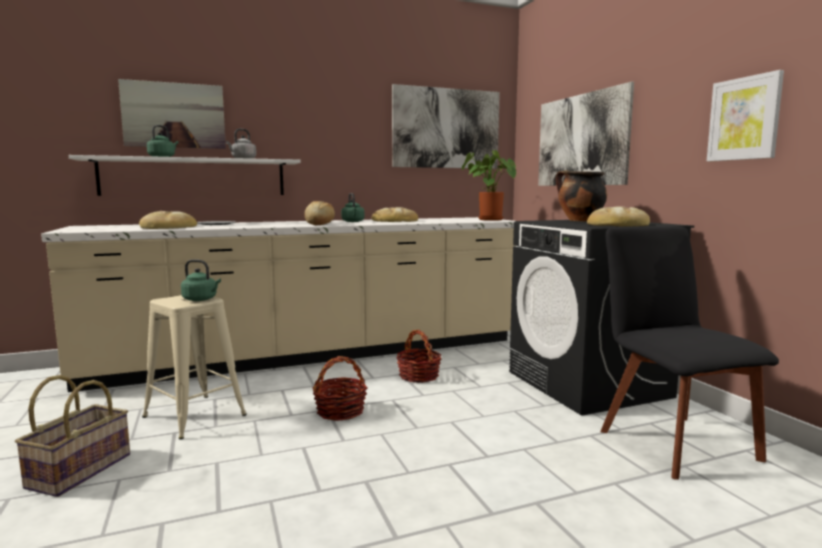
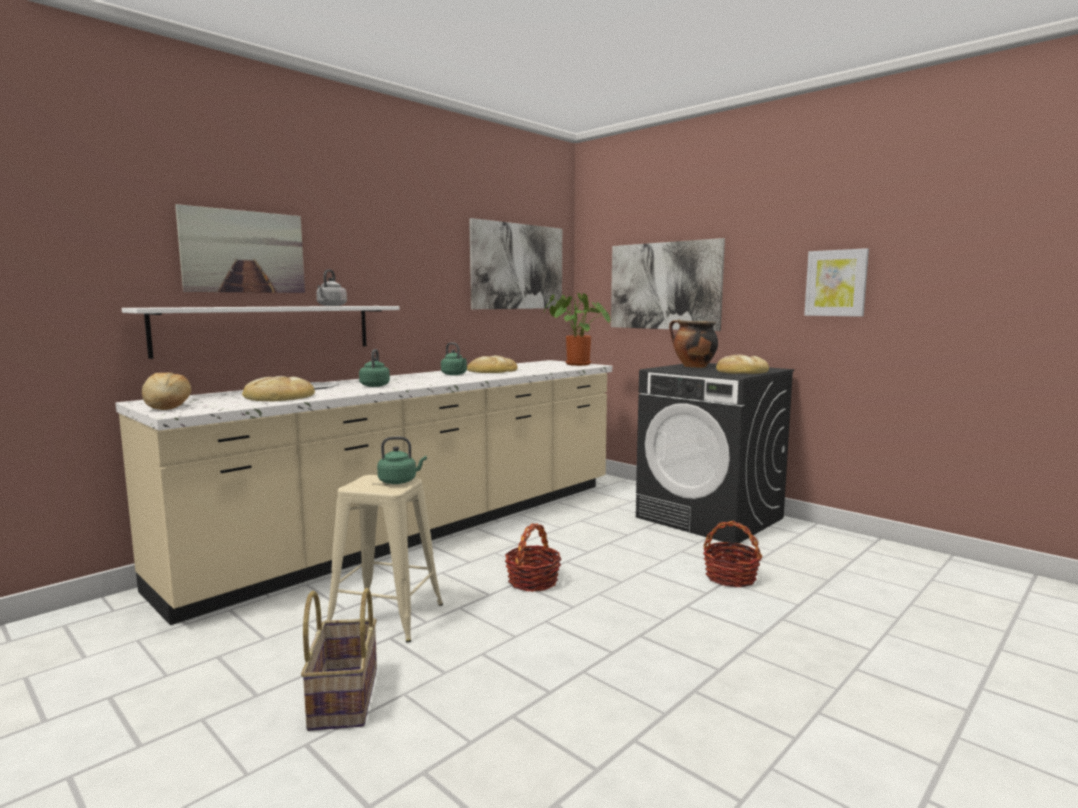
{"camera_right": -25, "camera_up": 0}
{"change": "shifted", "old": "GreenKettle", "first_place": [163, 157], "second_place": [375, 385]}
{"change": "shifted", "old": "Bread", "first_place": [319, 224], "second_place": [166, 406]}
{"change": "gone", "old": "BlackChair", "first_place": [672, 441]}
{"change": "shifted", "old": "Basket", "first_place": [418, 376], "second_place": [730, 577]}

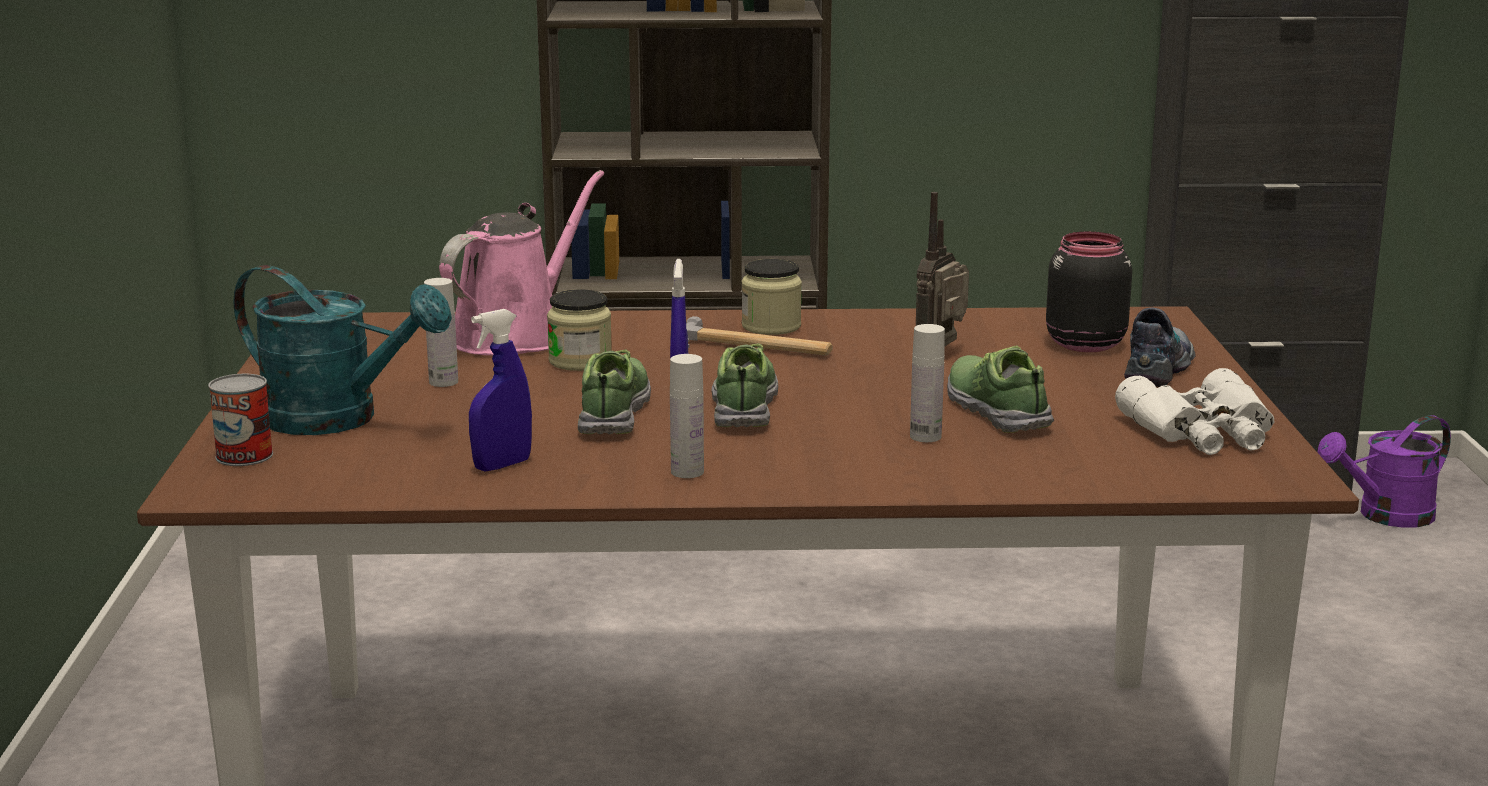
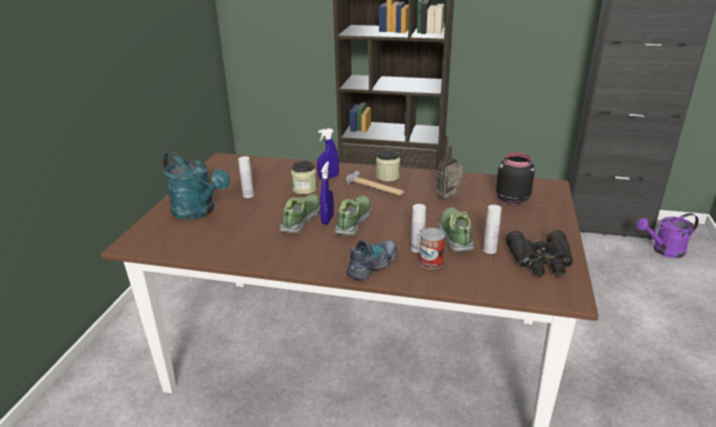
{"camera_right": 15, "camera_up": 10}
{"change": "gone", "old": "PinkWateringCan", "first_place": [515, 336]}
{"change": "shifted", "old": "Shoe", "first_place": [1159, 368], "second_place": [373, 265]}
{"change": "shifted", "old": "BlueSprayBottle", "first_place": [502, 465], "second_place": [328, 178]}
{"change": "shifted", "old": "WhiteBottle", "first_place": [687, 472], "second_place": [489, 250]}
{"change": "repainted", "old": "WhiteBinoculars", "new": "BlackBinoculars", "first_place": [1203, 432], "second_place": [541, 261]}
{"change": "shifted", "old": "Can", "first_place": [244, 456], "second_place": [431, 262]}

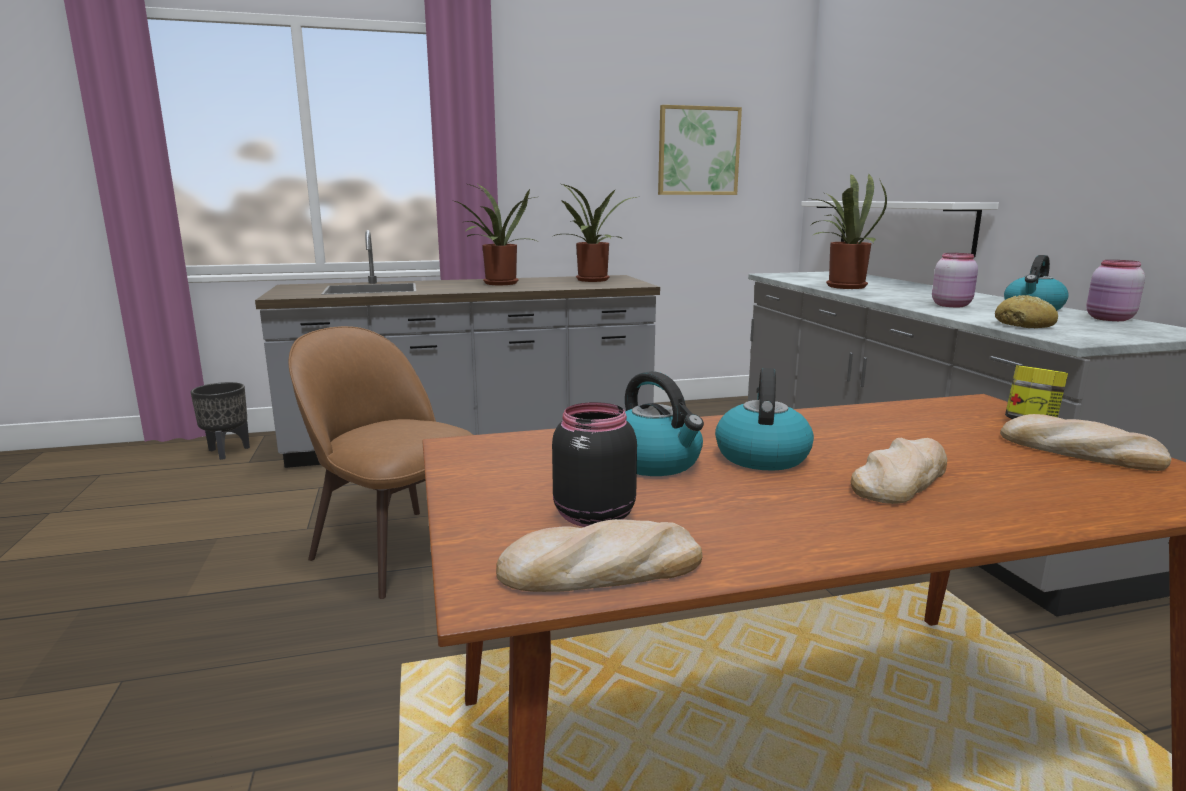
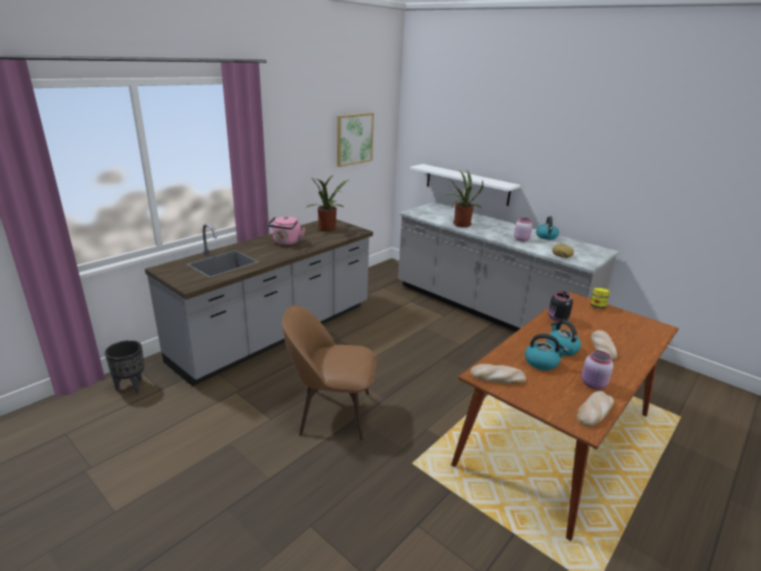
{"camera_right": -35, "camera_up": 10}
{"change": "swapped", "old": "PottedPlant", "new": "PinkKettle", "first_place": [498, 284], "second_place": [286, 242]}
{"change": "shifted", "old": "PinkJar", "first_place": [1109, 319], "second_place": [593, 384]}
{"change": "shifted", "old": "BlackJar", "first_place": [591, 517], "second_place": [557, 319]}
{"change": "shifted", "old": "Bread", "first_place": [1079, 451], "second_place": [497, 377]}

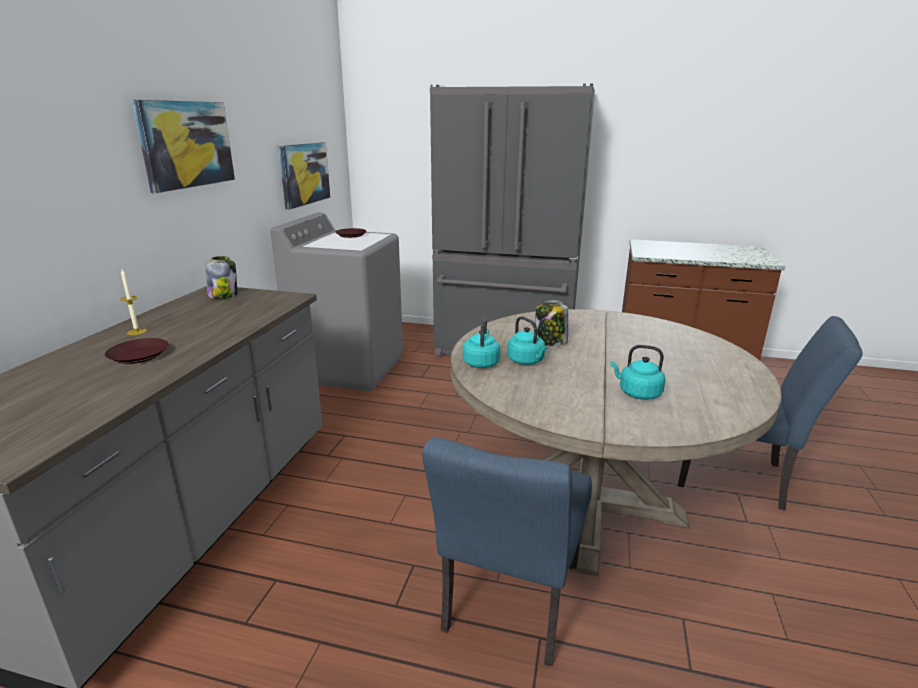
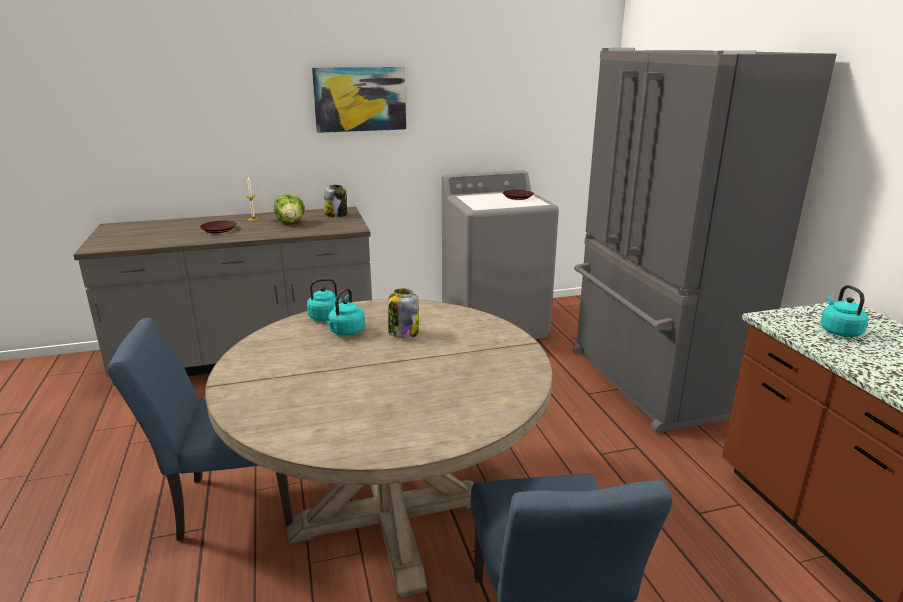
{"camera_right": 60, "camera_up": 0}
{"change": "gone", "old": "Picture", "first_place": [304, 174]}
{"change": "shifted", "old": "TurquoiseKettle", "first_place": [637, 393], "second_place": [839, 331]}
{"change": "new", "new": "Lettuce", "second_place": [290, 222]}

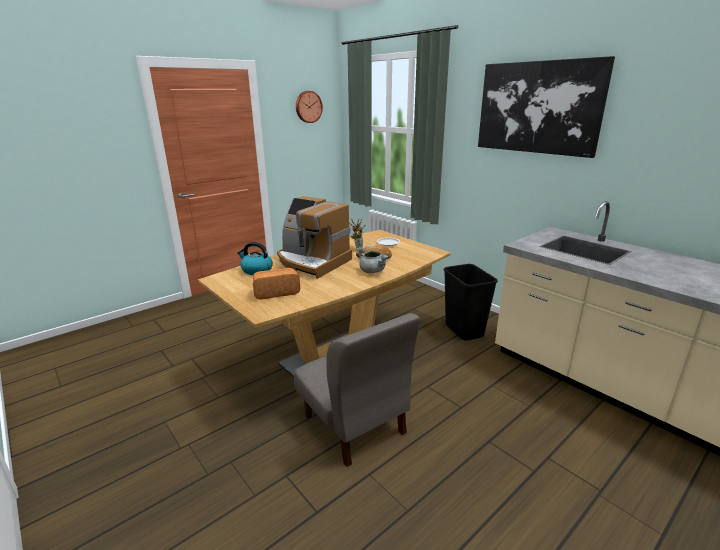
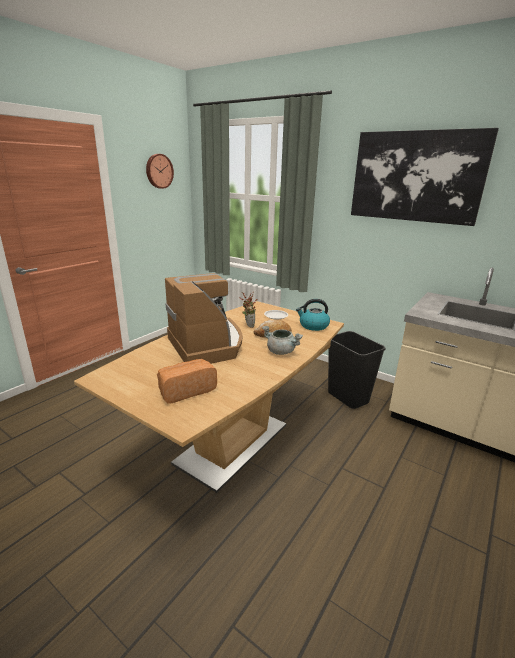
{"camera_right": -15, "camera_up": 0}
{"change": "rotated", "old": "CoffeeMachine", "first_place": [312, 262], "second_place": [207, 345], "degrees": -135}
{"change": "shifted", "old": "Kettle", "first_place": [256, 270], "second_place": [313, 326]}
{"change": "gone", "old": "GreyChair", "first_place": [354, 425]}

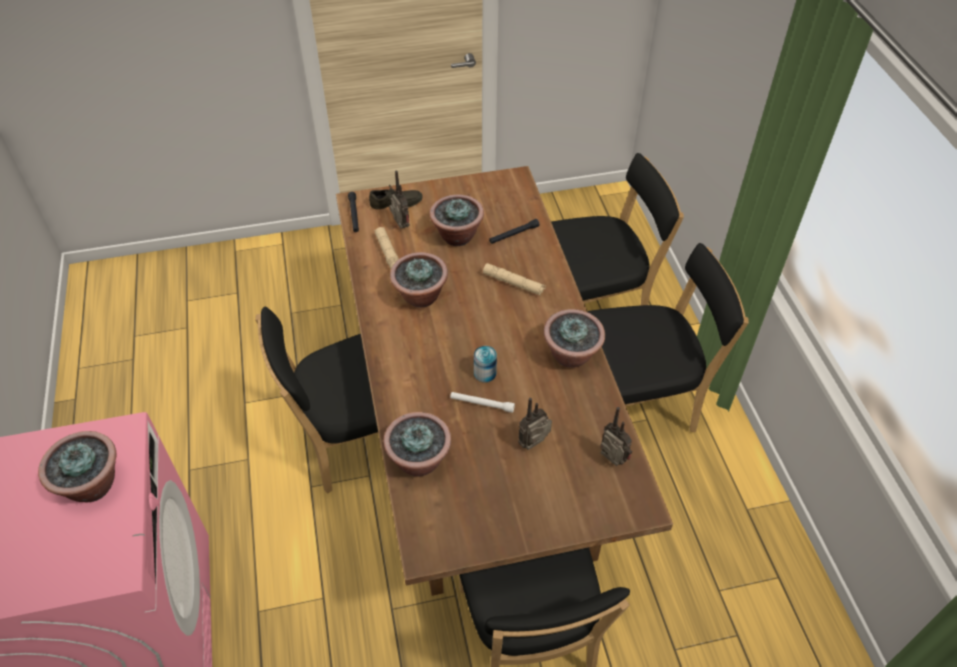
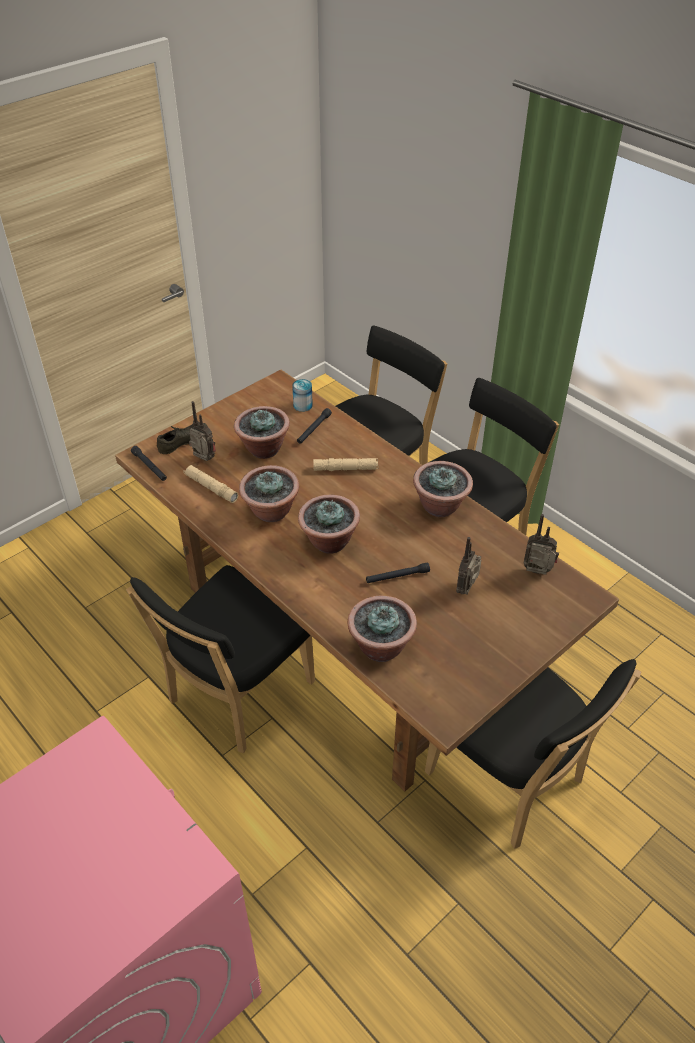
{"camera_right": -30, "camera_up": -5}
{"change": "shifted", "old": "Can", "first_place": [485, 373], "second_place": [303, 405]}
{"change": "repainted", "old": "WhiteFlashlight", "new": "BlackFlashlight", "first_place": [482, 404], "second_place": [397, 576]}
{"change": "shifted", "old": "PottedPlant", "first_place": [92, 485], "second_place": [329, 542]}

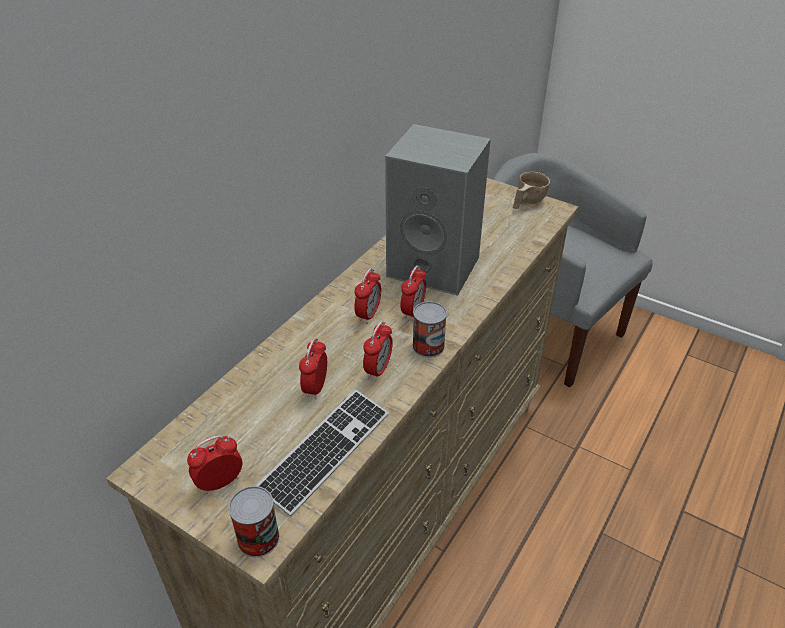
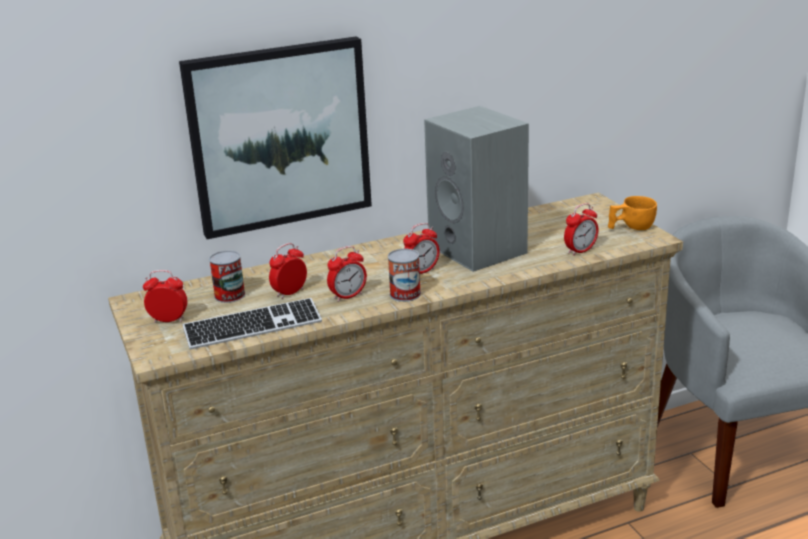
{"camera_right": 35, "camera_up": -15}
{"change": "repainted", "old": "BeigeCup", "new": "OrangeCup", "first_place": [527, 202], "second_place": [631, 227]}
{"change": "shifted", "old": "AlarmClock", "first_place": [368, 314], "second_place": [580, 251]}
{"change": "shifted", "old": "Can", "first_place": [258, 538], "second_place": [229, 295]}
{"change": "new", "new": "Picture", "second_place": [279, 136]}

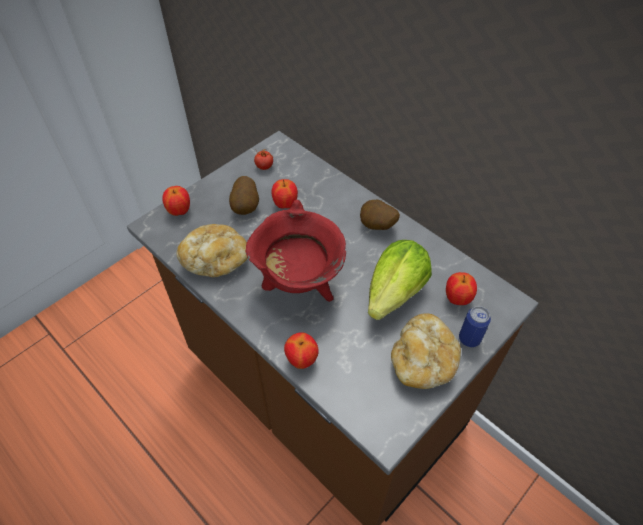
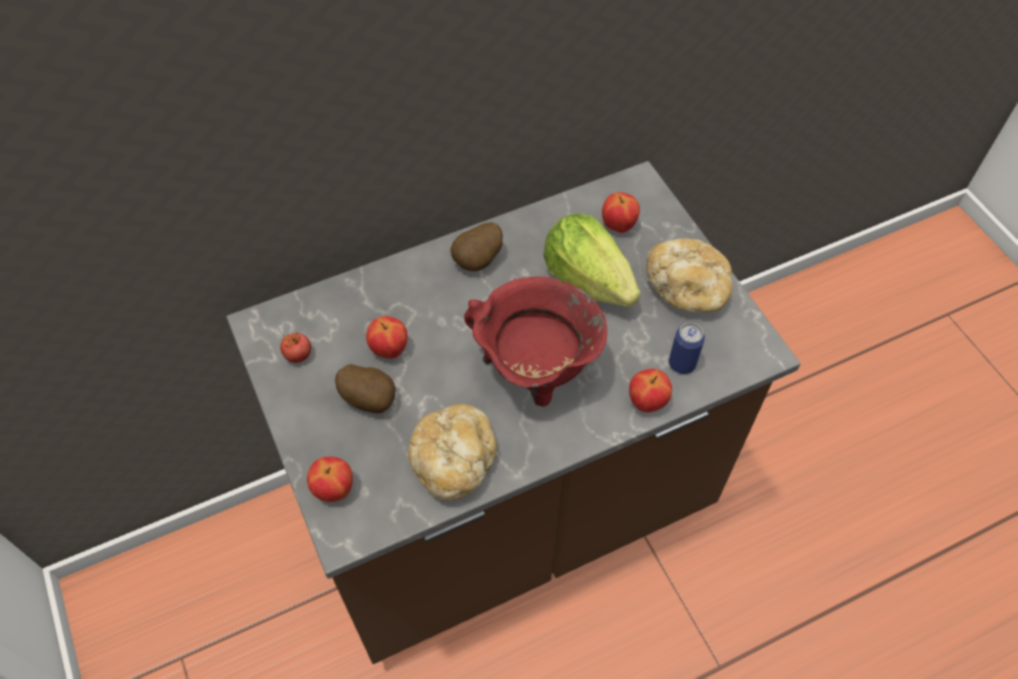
{"camera_right": -70, "camera_up": 5}
{"change": "shifted", "old": "Can", "first_place": [469, 338], "second_place": [682, 364]}

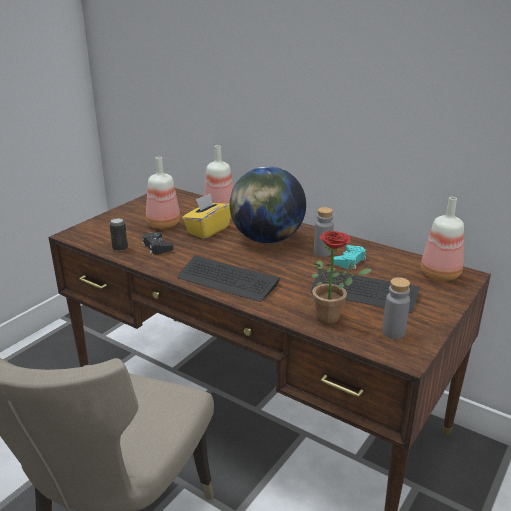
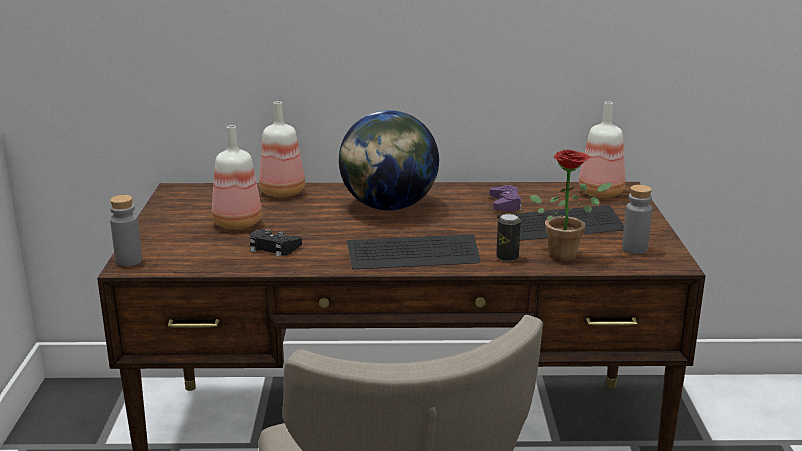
{"camera_right": -35, "camera_up": -5}
{"change": "gone", "old": "YellowTissueBox", "first_place": [208, 230]}
{"change": "shifted", "old": "GreyBottle", "first_place": [322, 252], "second_place": [129, 261]}
{"change": "shifted", "old": "Can", "first_place": [120, 248], "second_place": [507, 257]}
{"change": "repainted", "old": "TurquoiseGameController", "new": "PurpleGameController", "first_place": [349, 261], "second_place": [505, 204]}

